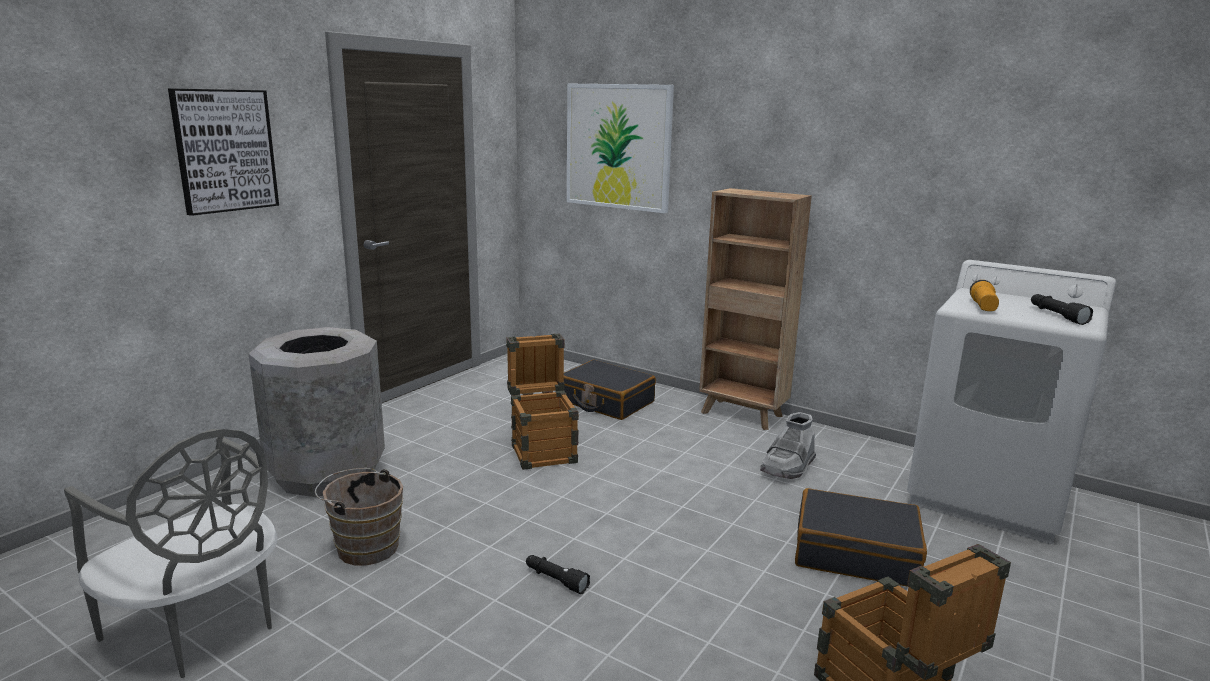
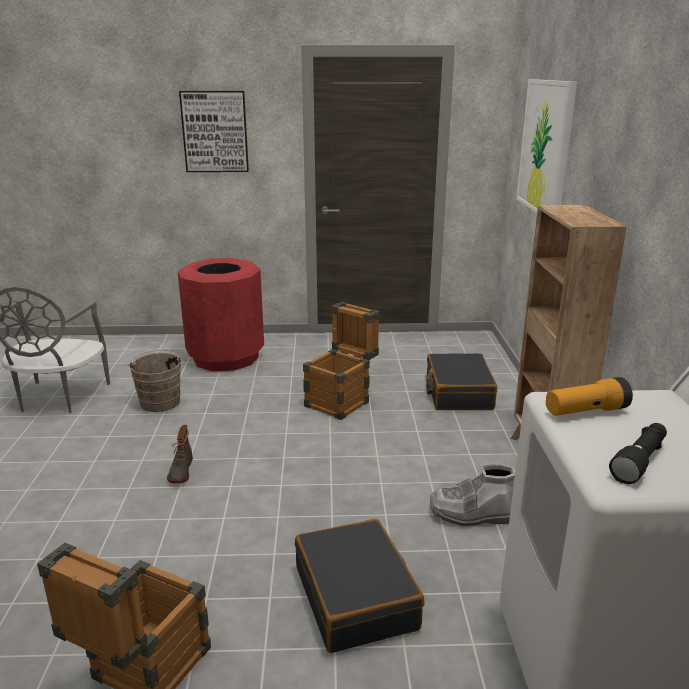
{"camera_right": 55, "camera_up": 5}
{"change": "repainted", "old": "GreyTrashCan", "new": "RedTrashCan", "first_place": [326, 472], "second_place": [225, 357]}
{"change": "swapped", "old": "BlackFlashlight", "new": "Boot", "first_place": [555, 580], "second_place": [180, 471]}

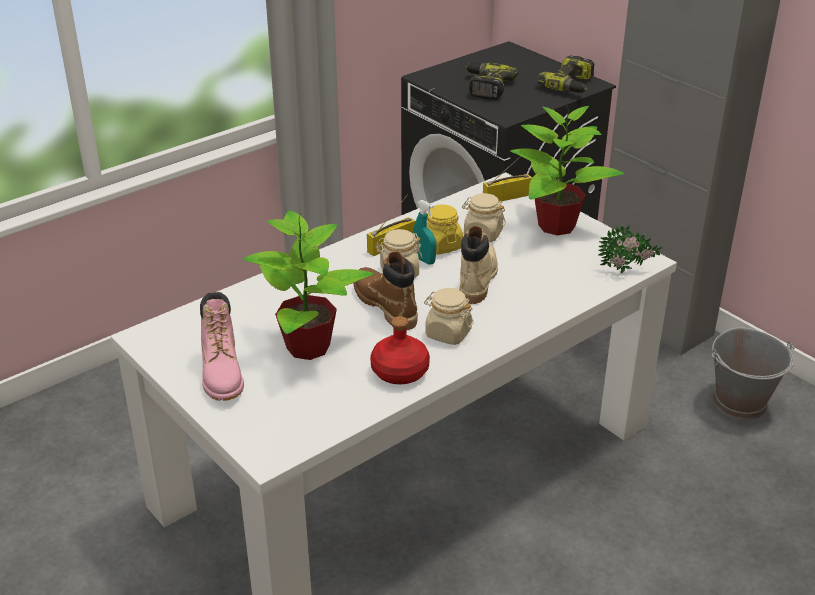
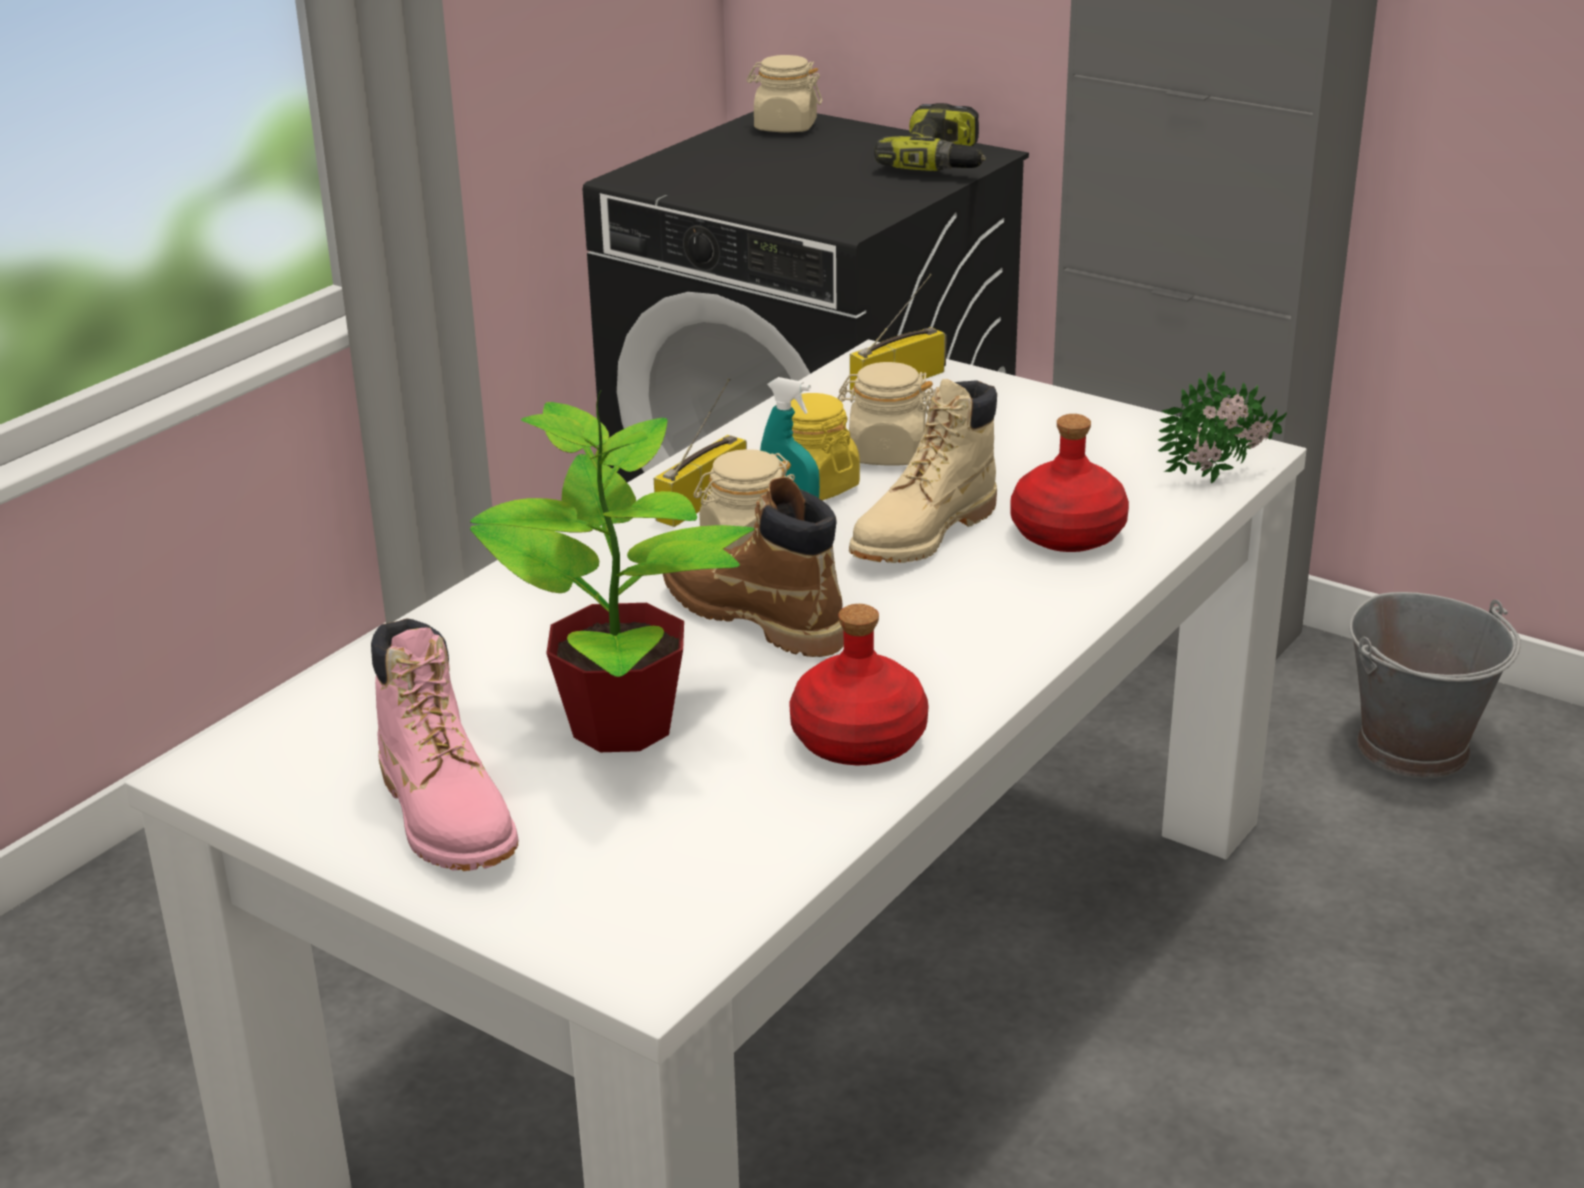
{"camera_right": -15, "camera_up": -5}
{"change": "gone", "old": "PowerDrill", "first_place": [485, 87]}
{"change": "gone", "old": "PottedPlant", "first_place": [555, 226]}
{"change": "rotated", "old": "BeigeBoot", "first_place": [477, 278], "second_place": [923, 535], "degrees": -135}
{"change": "shifted", "old": "BeigeJar", "first_place": [448, 333], "second_place": [785, 127]}
{"change": "new", "new": "RedBottle", "second_place": [1068, 534]}

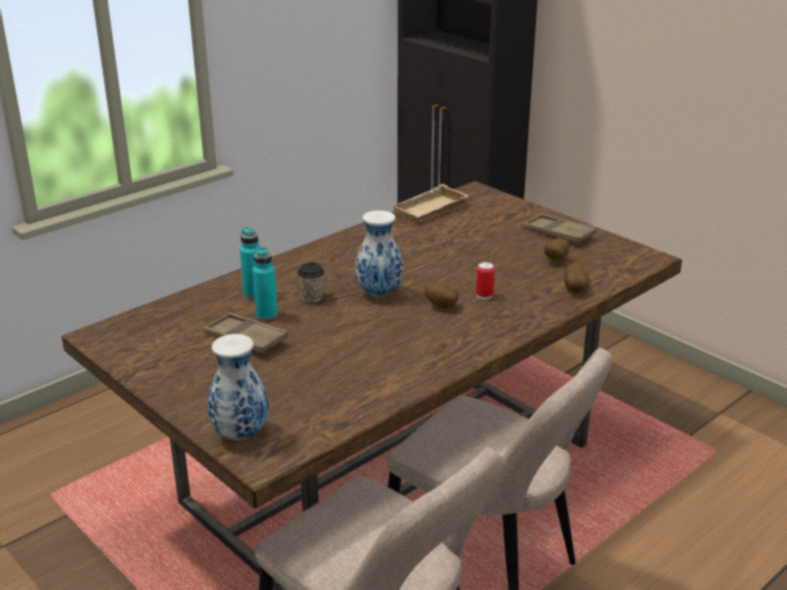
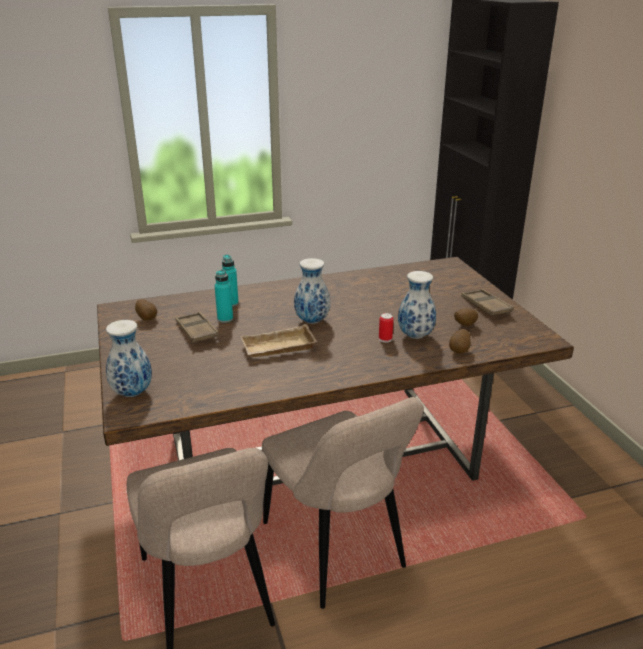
{"camera_right": 25, "camera_up": 0}
{"change": "shifted", "old": "BeigeTray", "first_place": [430, 210], "second_place": [278, 348]}
{"change": "gone", "old": "Cup", "first_place": [312, 297]}
{"change": "shifted", "old": "Potato", "first_place": [442, 306], "second_place": [147, 318]}
{"change": "new", "new": "Vase", "second_place": [416, 336]}

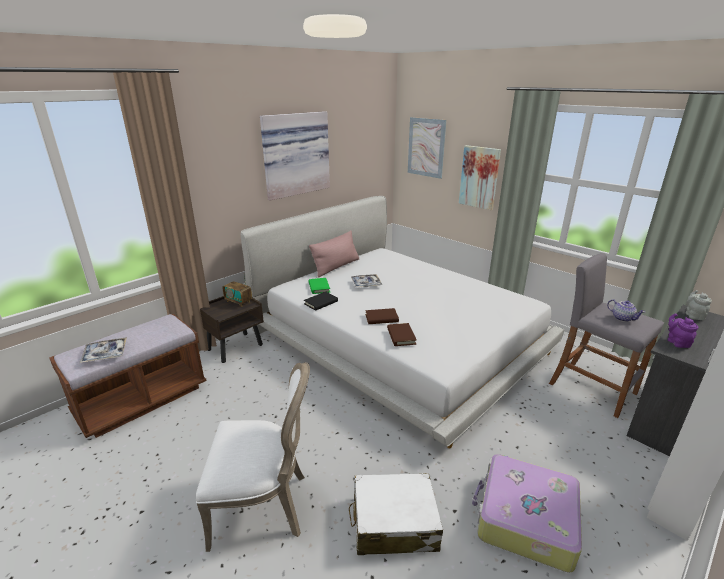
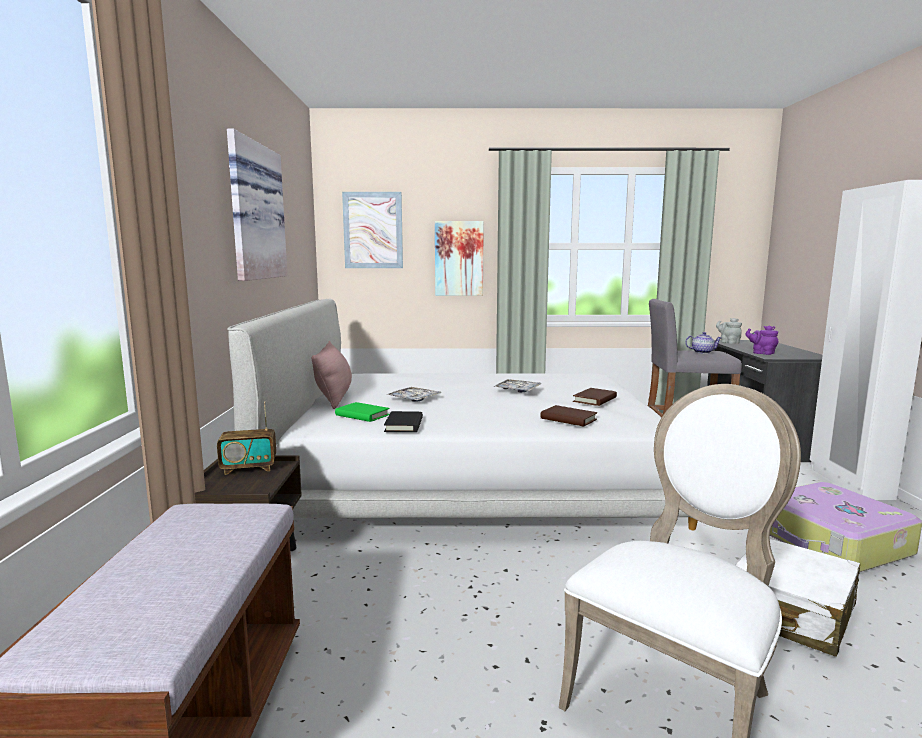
{"camera_right": -45, "camera_up": -15}
{"change": "shifted", "old": "BrownBook", "first_place": [381, 318], "second_place": [595, 399]}
{"change": "shifted", "old": "Tray", "first_place": [105, 354], "second_place": [517, 390]}

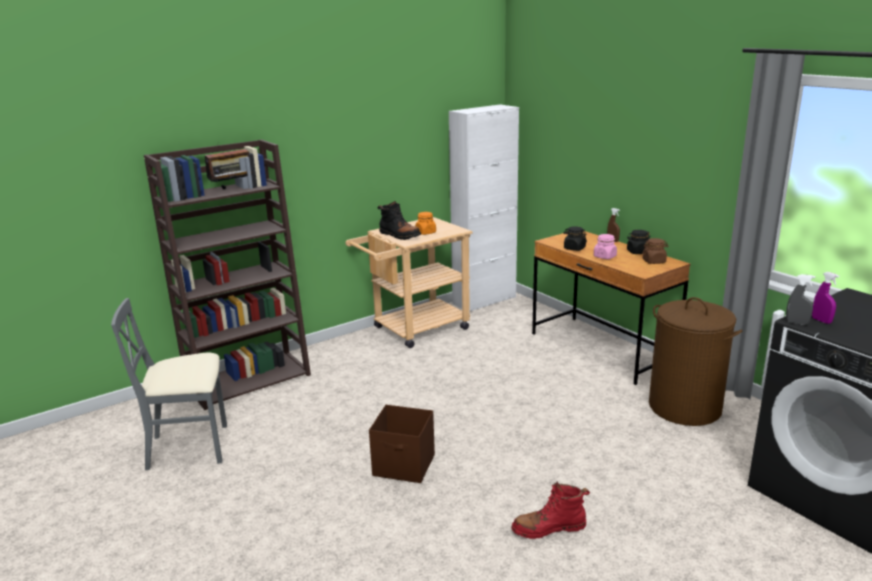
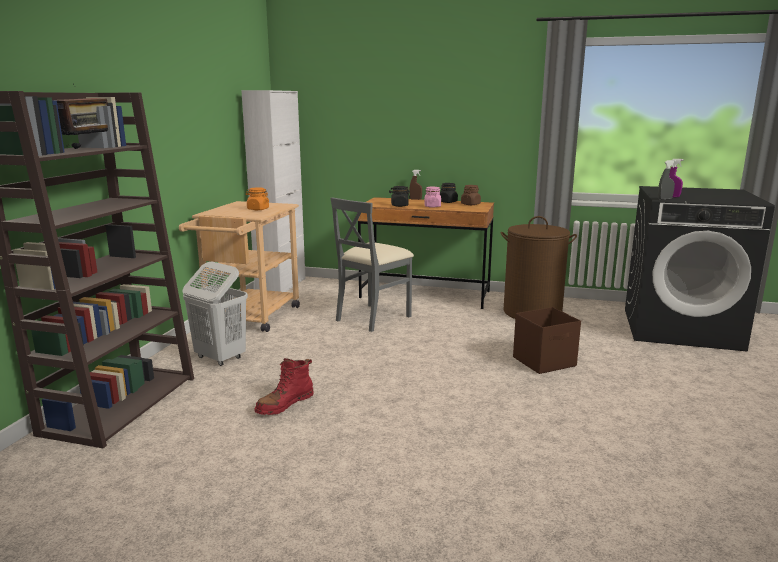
{"camera_right": -40, "camera_up": -5}
{"change": "gone", "old": "BlackBoot", "first_place": [399, 235]}
{"change": "shifted", "old": "GreyChair", "first_place": [189, 447], "second_place": [373, 317]}
{"change": "shifted", "old": "BrownStorageBox", "first_place": [404, 466], "second_place": [545, 362]}
{"change": "shifted", "old": "RedBoot", "first_place": [548, 528], "second_place": [285, 404]}
{"change": "new", "new": "WhiteLaundryBasket", "second_place": [220, 358]}

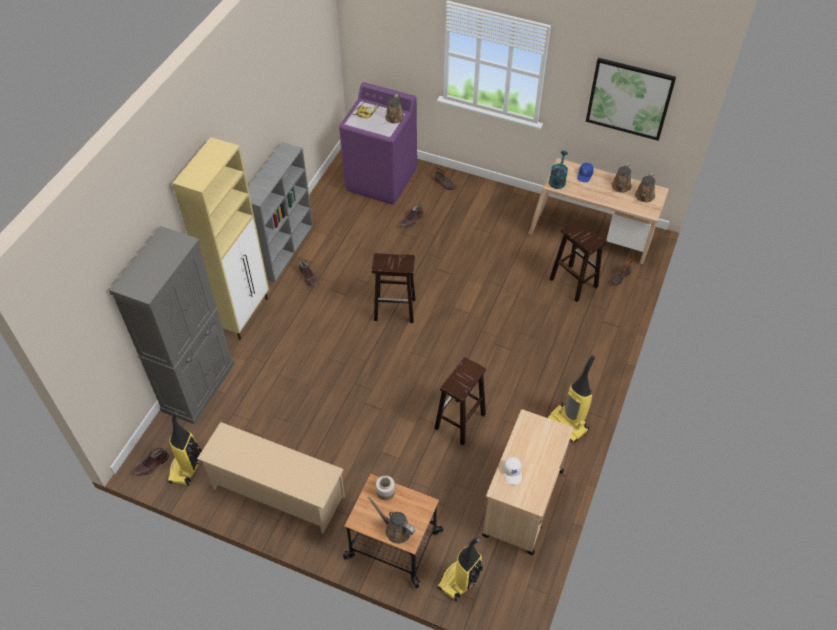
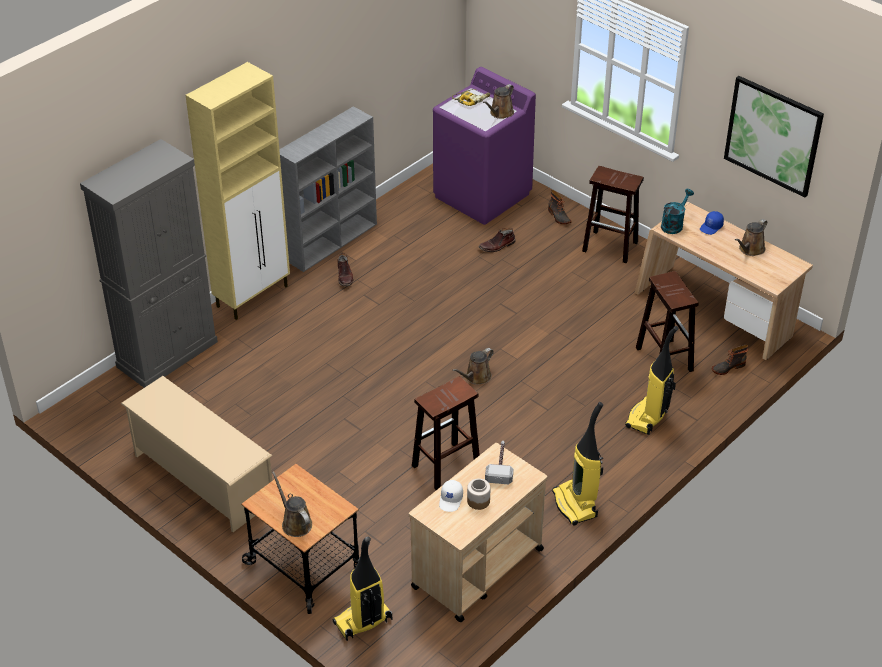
{"camera_right": 20, "camera_up": -10}
{"change": "shifted", "old": "BrownWateringCan", "first_place": [644, 197], "second_place": [476, 377]}
{"change": "shifted", "old": "BrownStool", "first_place": [395, 309], "second_place": [611, 246]}
{"change": "shifted", "old": "VacuumCleaner", "first_place": [186, 468], "second_place": [648, 418]}
{"change": "gone", "old": "BrownBoot", "first_place": [151, 465]}
{"change": "shifted", "old": "Jar", "first_place": [385, 491], "second_place": [478, 501]}
{"change": "new", "new": "Hammer", "second_place": [500, 465]}

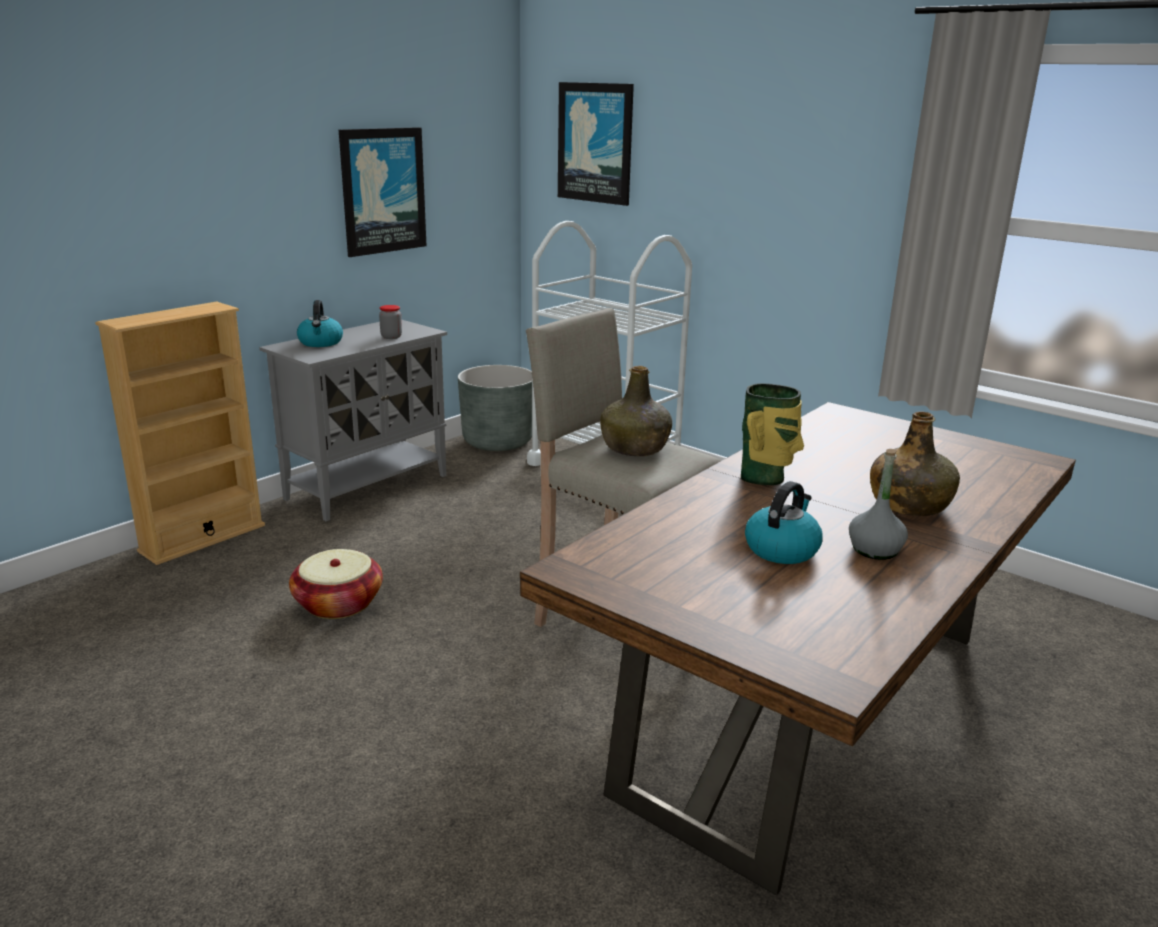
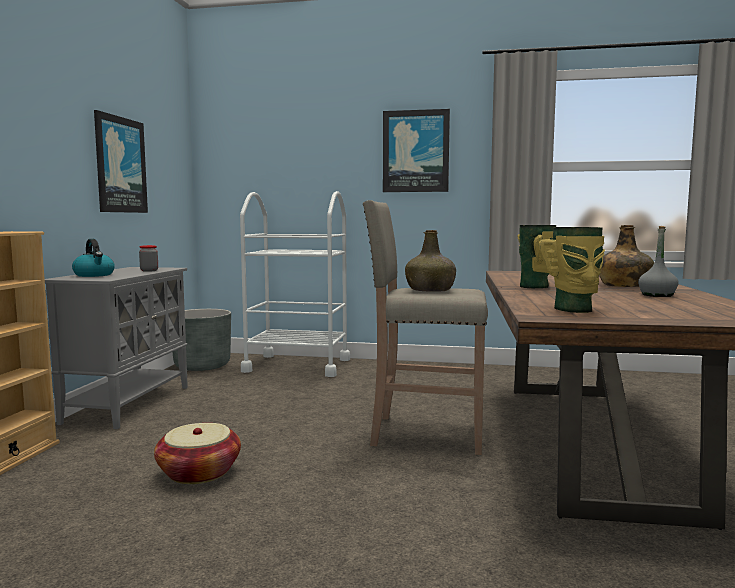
{"camera_right": -30, "camera_up": -15}
{"change": "shifted", "old": "Picture", "first_place": [595, 143], "second_place": [415, 151]}
{"change": "gone", "old": "Kettle", "first_place": [782, 549]}
{"change": "new", "new": "Vase", "second_place": [574, 310]}

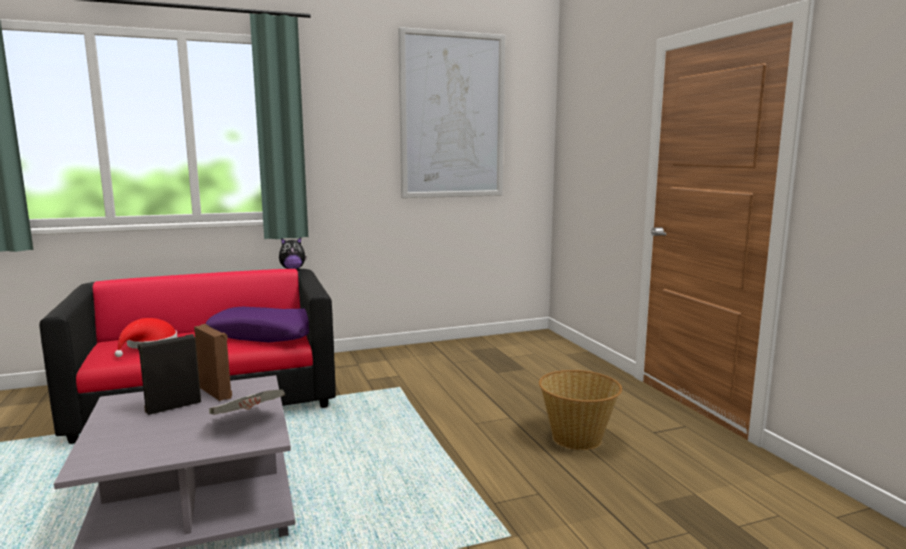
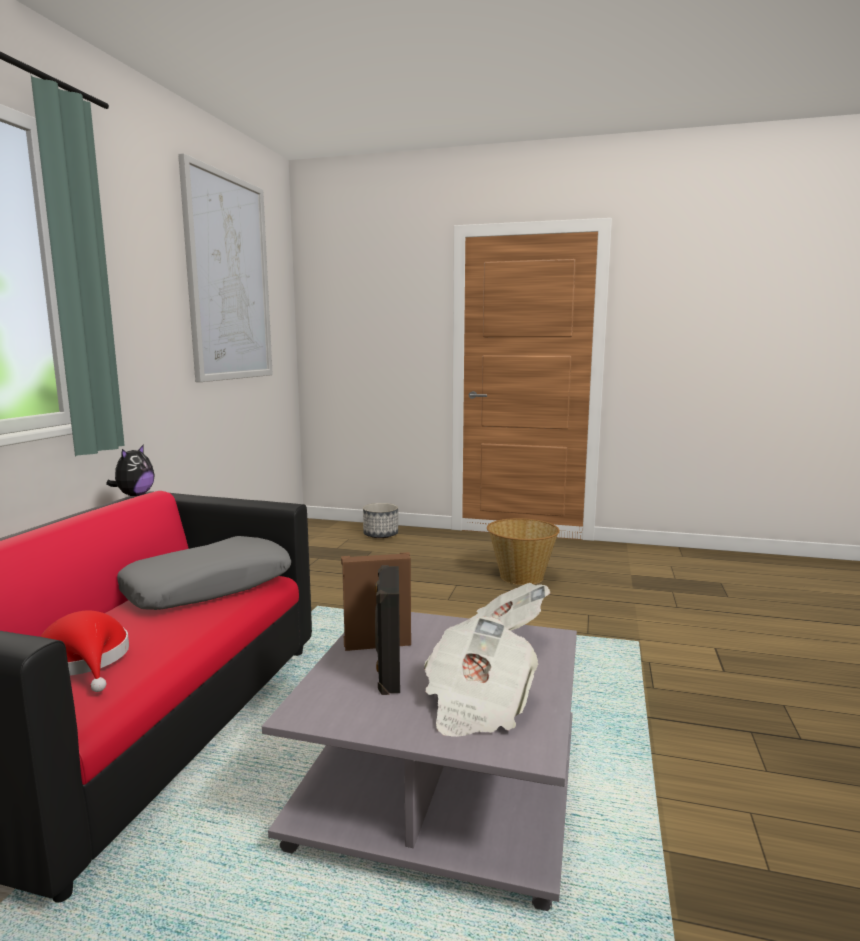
{"camera_right": -55, "camera_up": 0}
{"change": "repainted", "old": "PurplePillow", "new": "GreyPillow", "first_place": [264, 334], "second_place": [208, 587]}
{"change": "new", "new": "Planter", "second_place": [380, 535]}
{"change": "new", "new": "Newspaper", "second_place": [476, 705]}

